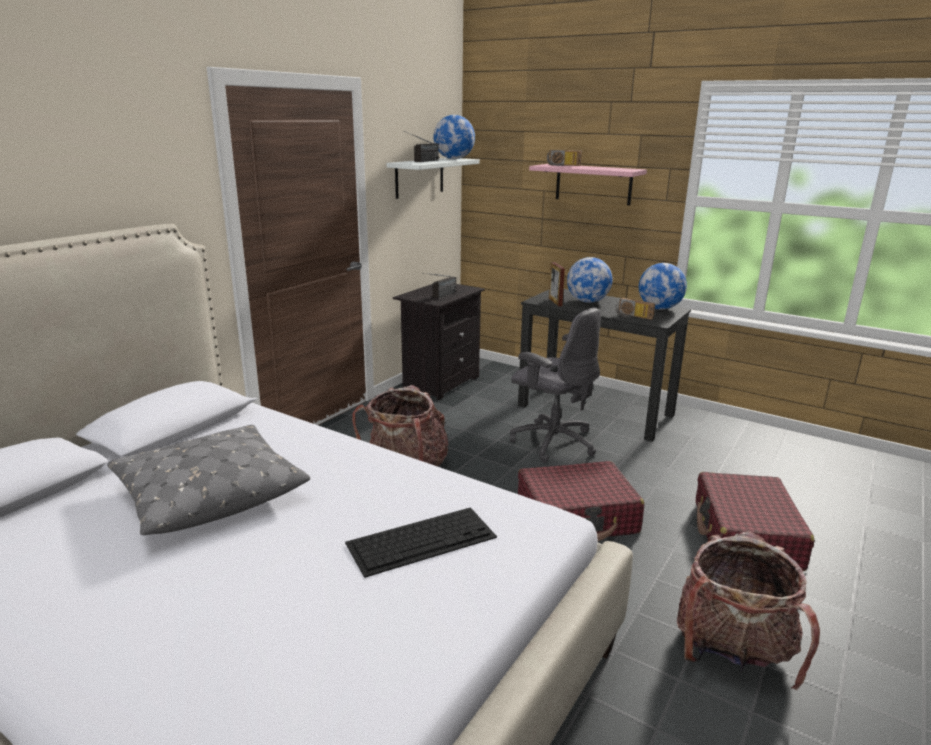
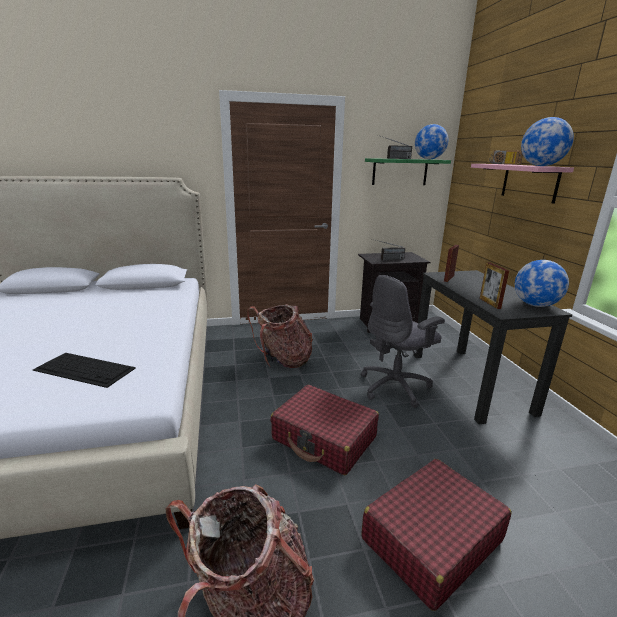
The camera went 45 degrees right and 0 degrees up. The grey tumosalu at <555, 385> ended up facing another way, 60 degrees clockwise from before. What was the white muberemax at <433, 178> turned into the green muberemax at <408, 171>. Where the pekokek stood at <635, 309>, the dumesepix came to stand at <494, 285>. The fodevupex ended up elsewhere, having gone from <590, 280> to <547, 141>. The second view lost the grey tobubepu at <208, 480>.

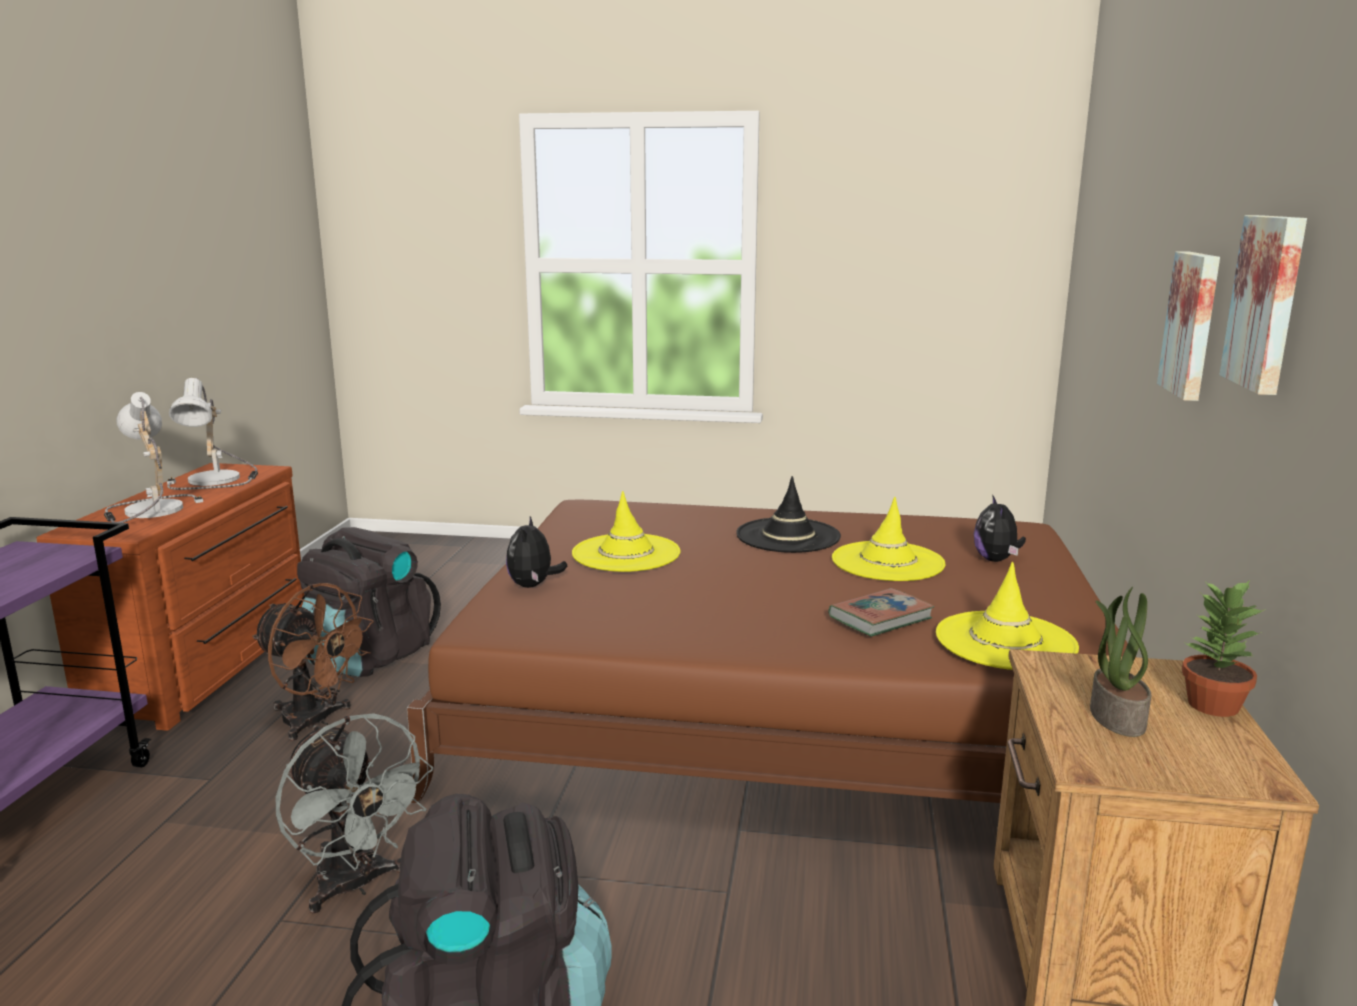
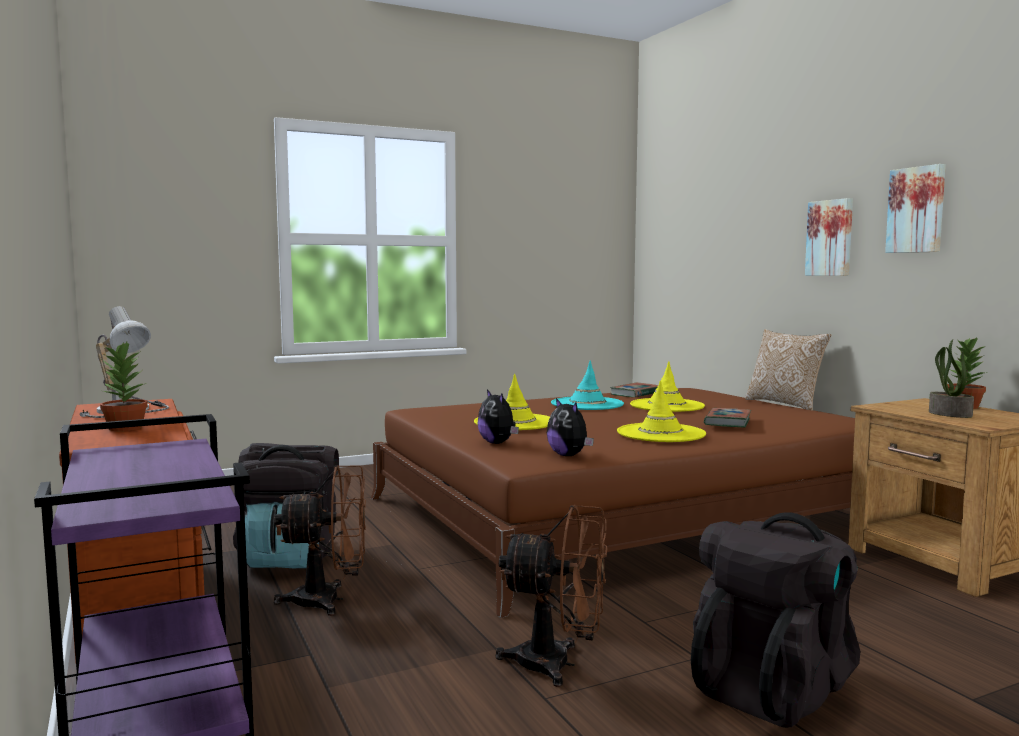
The camera went 35 degrees left and 10 degrees down. Where the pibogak stood at <153, 457>, the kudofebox came to stand at <124, 386>. What was the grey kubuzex at <354, 813> turned into the brown kubuzex at <551, 596>. The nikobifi ended up elsewhere, having gone from <1000, 528> to <570, 427>. What was the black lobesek at <788, 514> turned into the turquoise lobesek at <587, 385>. The second view gained the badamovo at <634, 389>. The yellow lobesek ended up elsewhere, having gone from <1007, 616> to <661, 411>. The second view gained the tobubepu at <788, 369>.

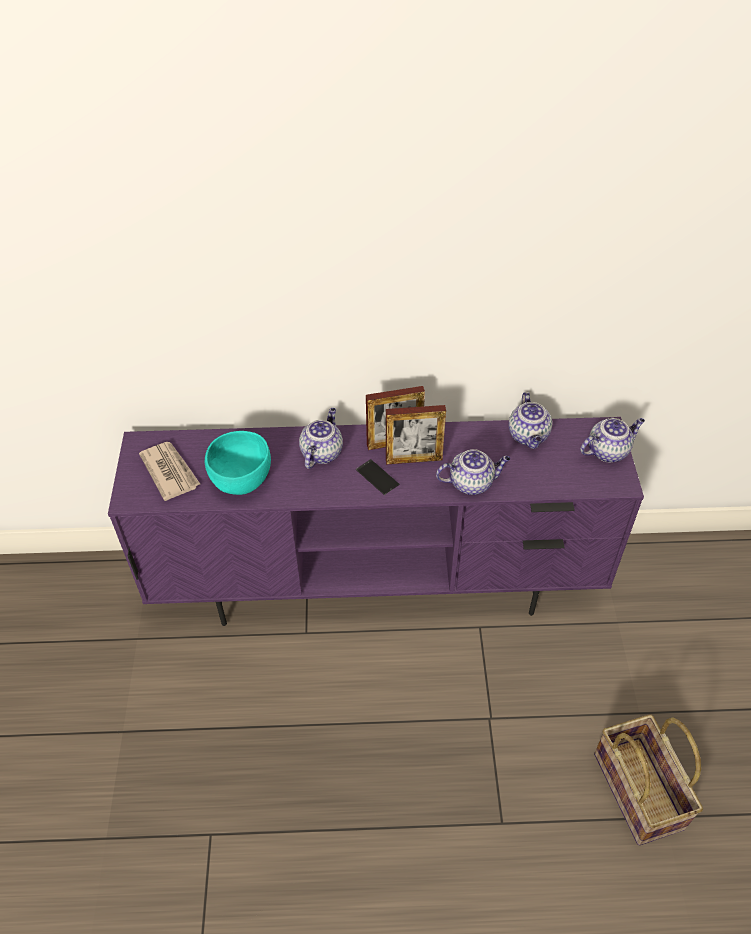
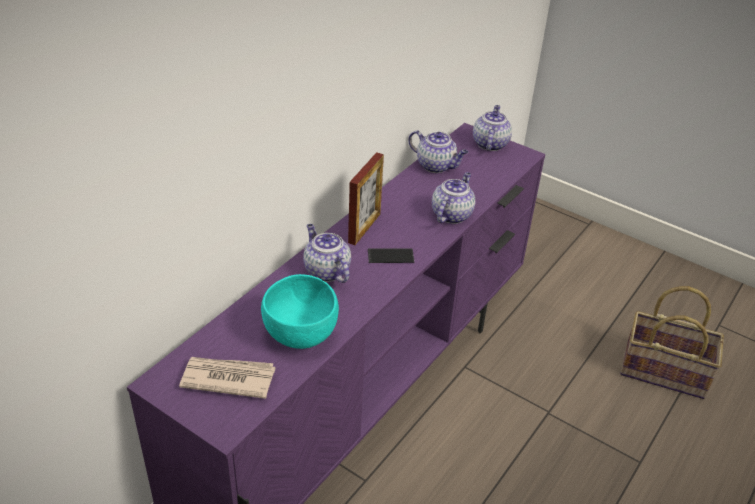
The camera went 55 degrees left and 10 degrees down. The second view lost the dumesepix at <416, 434>.

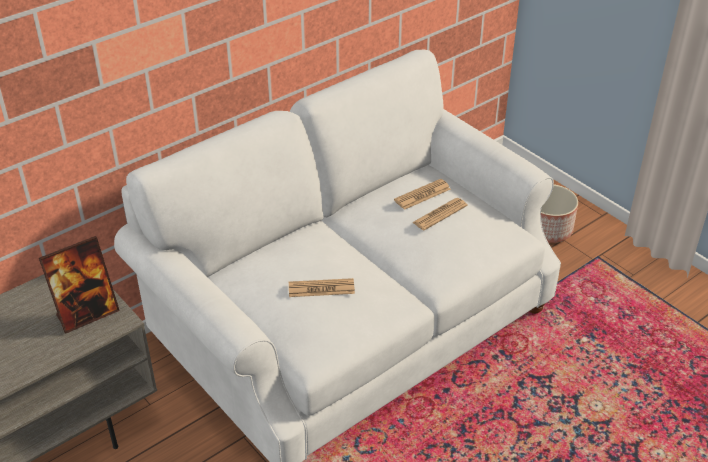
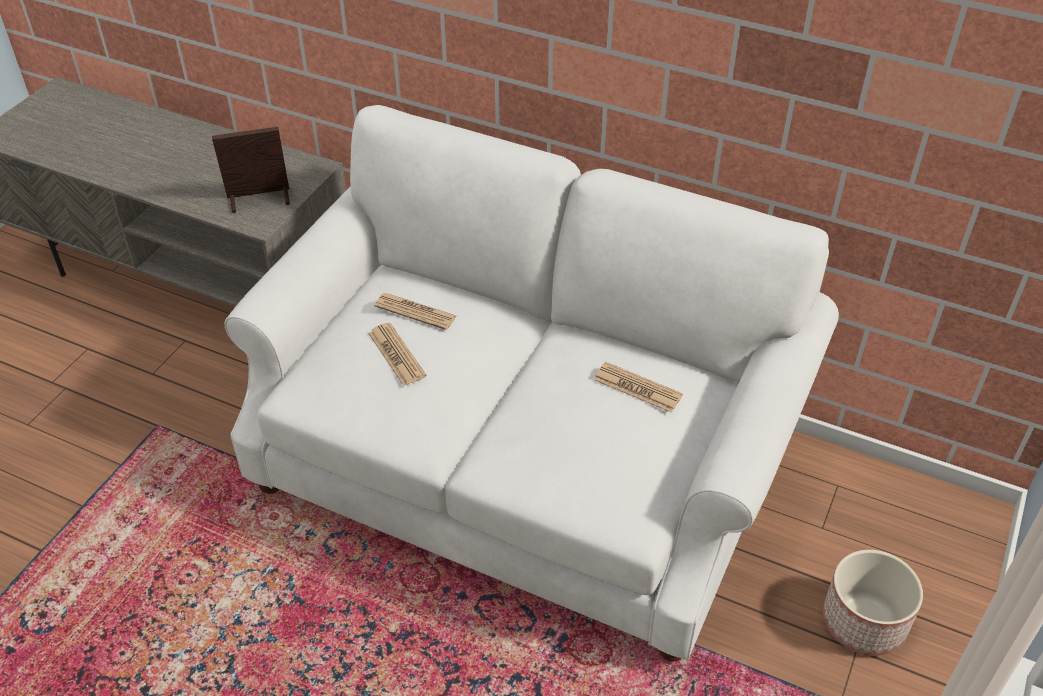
The camera went 65 degrees right and 5 degrees up. The dumesepix at <79, 285> ended up facing another way, 135 degrees clockwise from before. The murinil ended up elsewhere, having gone from <440, 214> to <415, 311>.

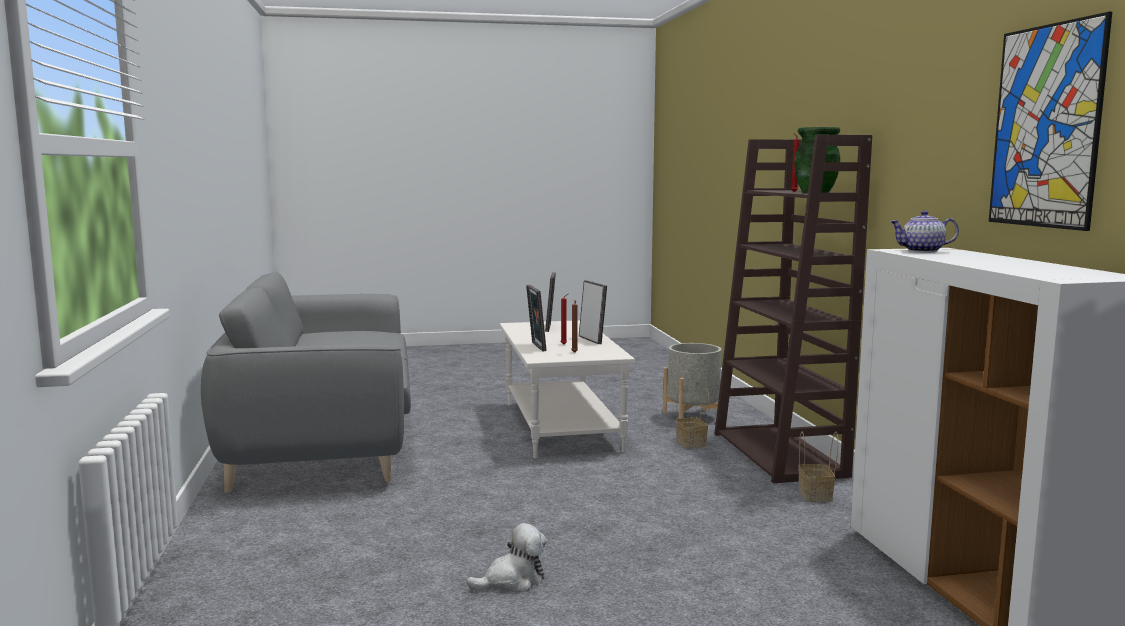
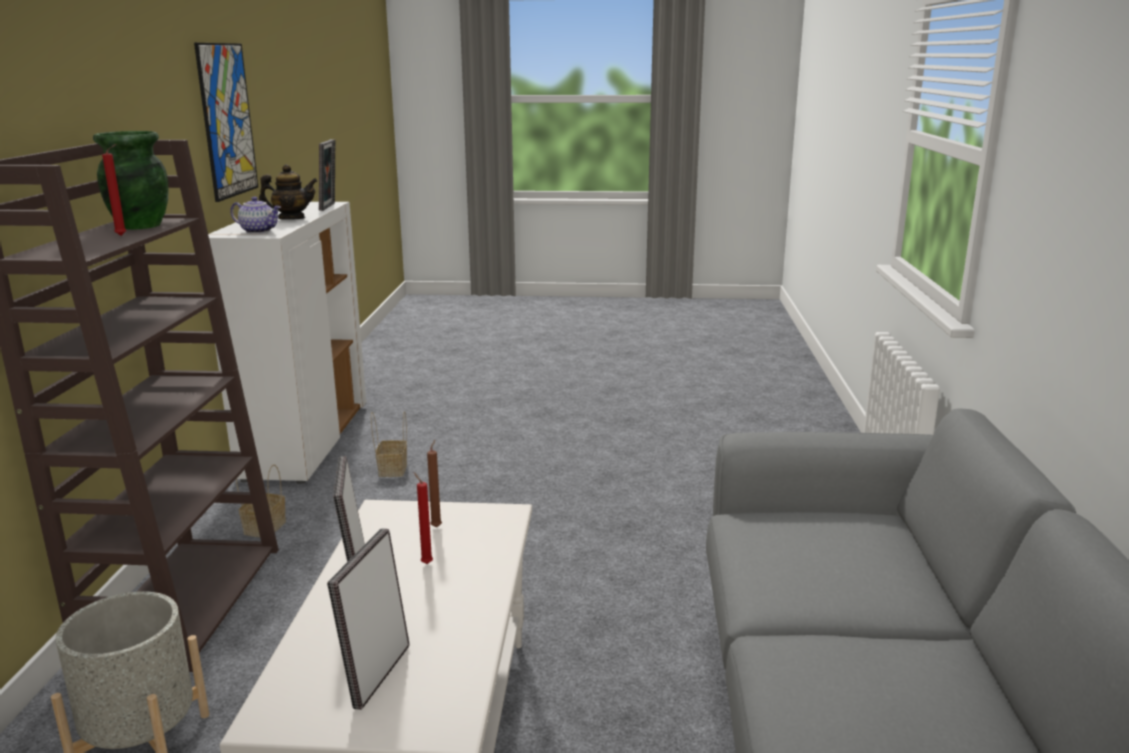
The camera went 165 degrees left and 10 degrees up. The second view gained the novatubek at <288, 192>. The dumesepix ended up elsewhere, having gone from <536, 318> to <327, 175>. The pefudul ended up elsewhere, having gone from <692, 418> to <389, 444>. The second view lost the nikobifi at <506, 557>.

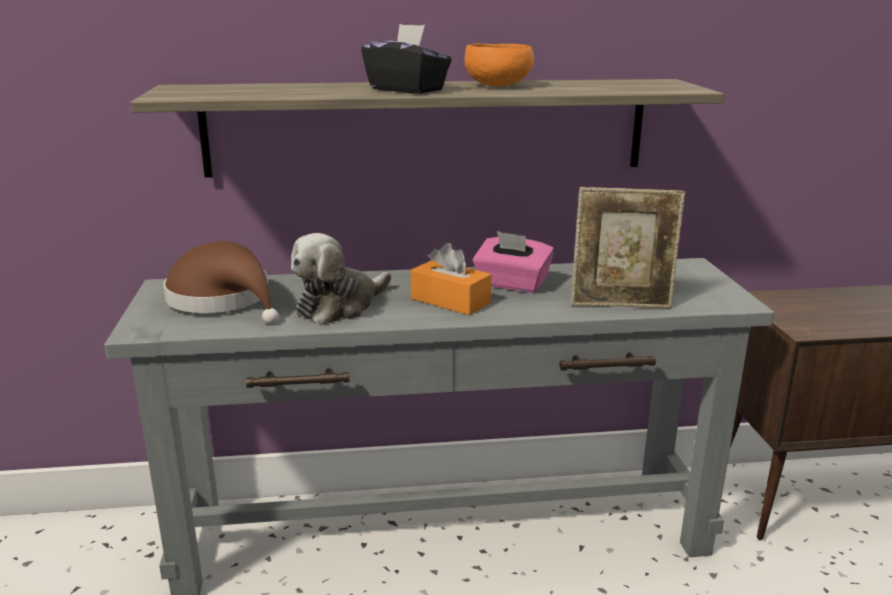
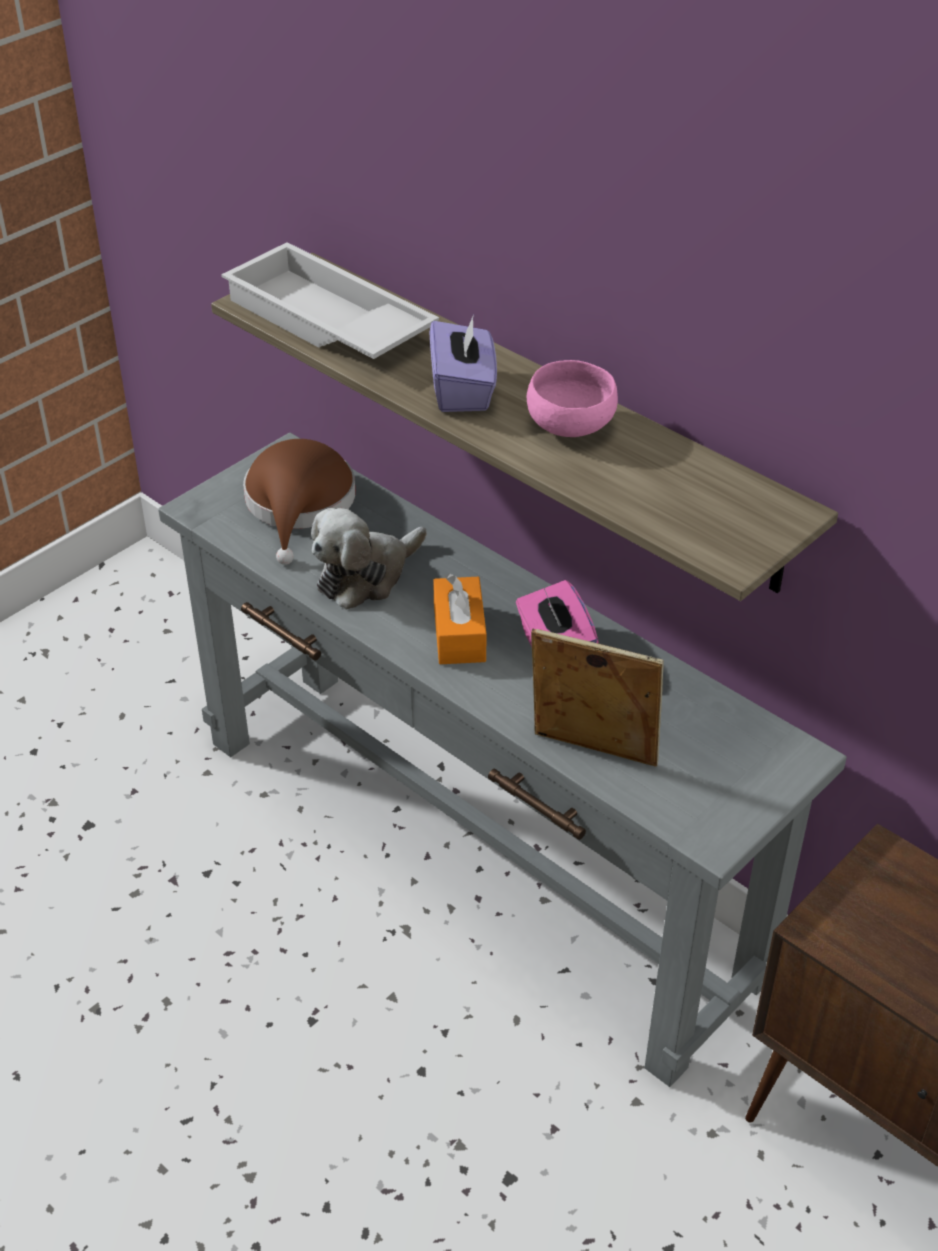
The camera went 50 degrees right and 20 degrees up. The second view gained the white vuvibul at <330, 300>. The nikobifi at <341, 279> ended up facing another way, 45 degrees counterclockwise from before. What was the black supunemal at <406, 59> turned into the purple supunemal at <463, 363>. What was the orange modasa at <499, 65> turned into the pink modasa at <572, 398>. The dumesepix at <628, 247> ended up facing another way, 150 degrees clockwise from before.

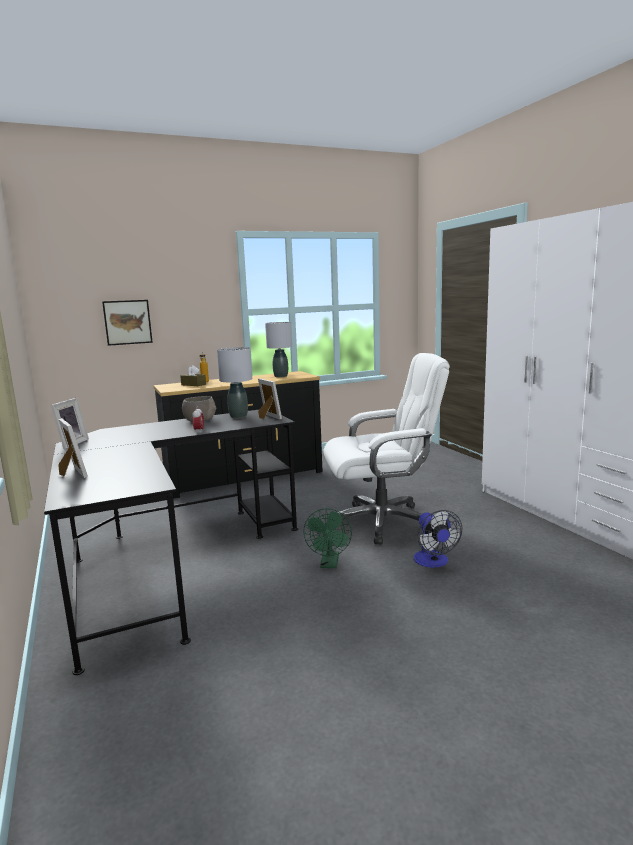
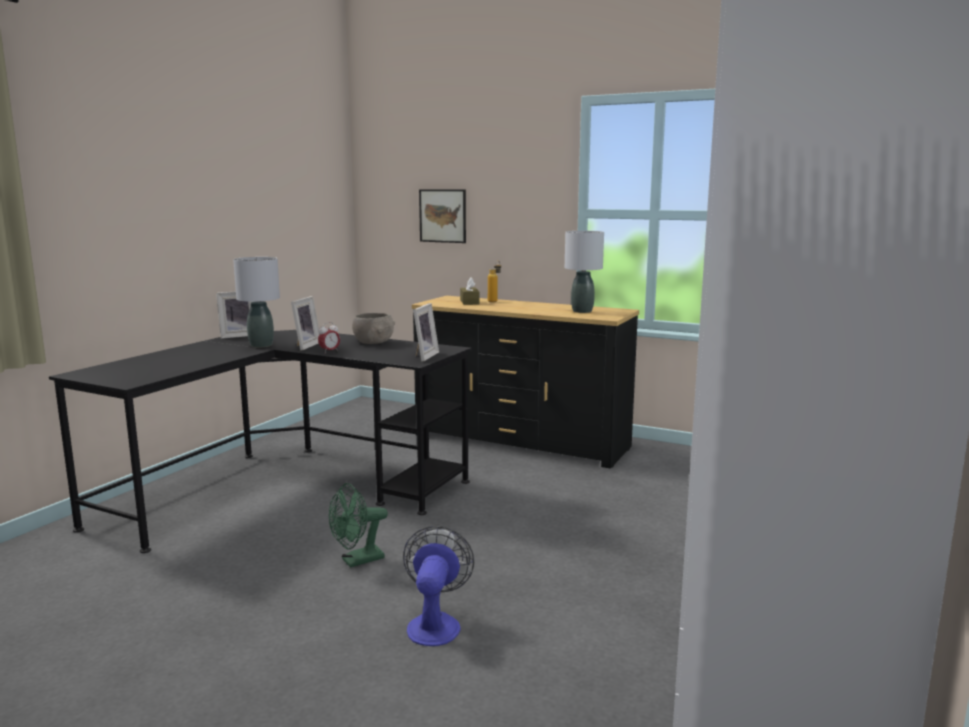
The camera went 50 degrees right and 0 degrees up. The grey pibogak ended up elsewhere, having gone from <234, 382> to <256, 302>. The dumesepix ended up elsewhere, having gone from <73, 448> to <305, 323>. The kubuzex at <438, 539> ended up facing another way, 150 degrees clockwise from before. The second view lost the white tumosalu at <387, 448>.

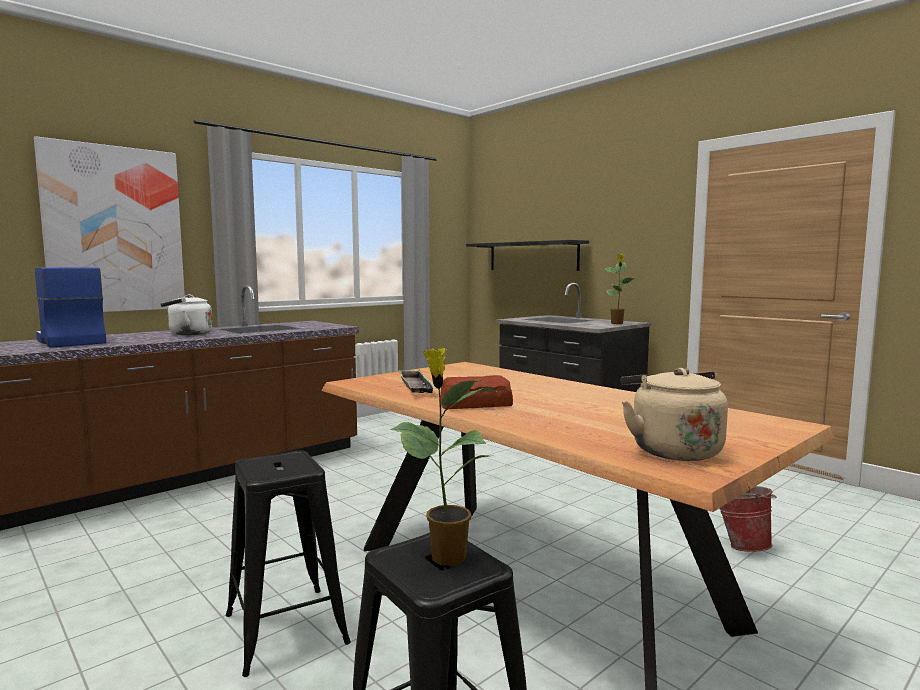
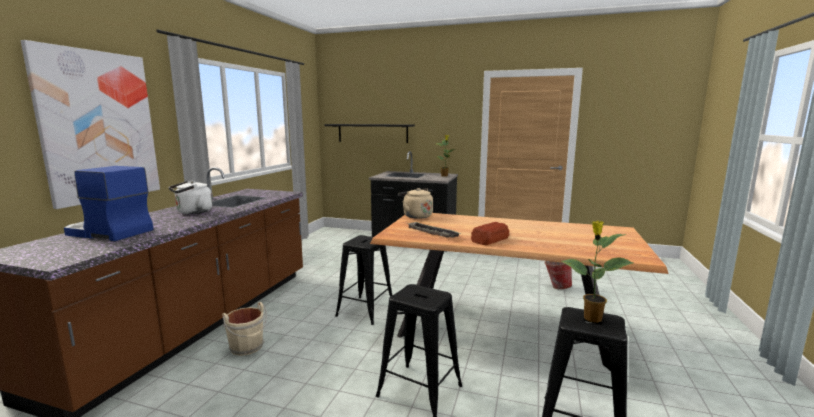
The camera went 30 degrees left and 5 degrees up. The second view gained the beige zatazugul at <244, 329>. The second view gained the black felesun at <363, 280>. The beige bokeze ended up elsewhere, having gone from <674, 414> to <415, 203>.

